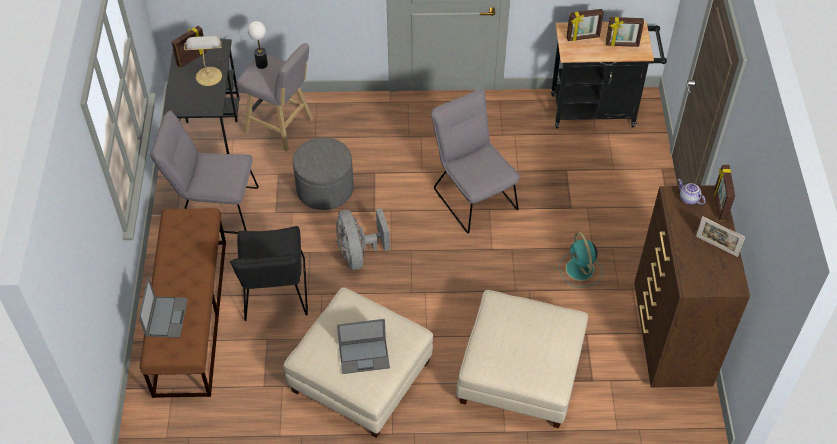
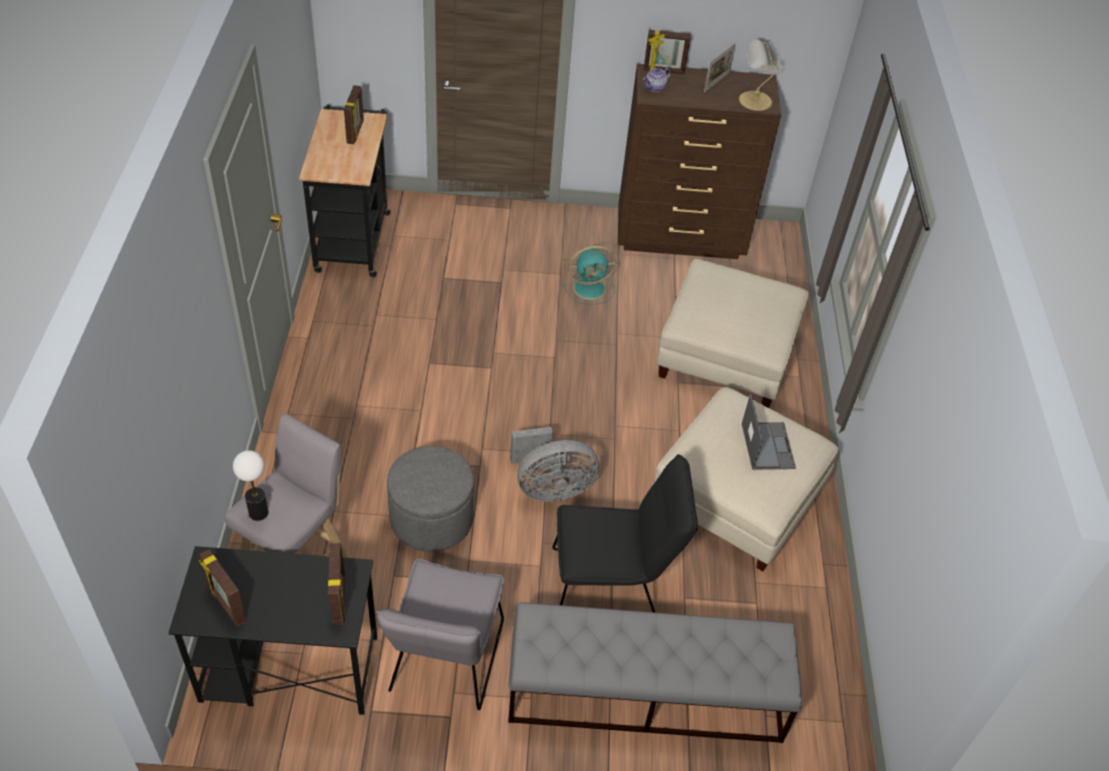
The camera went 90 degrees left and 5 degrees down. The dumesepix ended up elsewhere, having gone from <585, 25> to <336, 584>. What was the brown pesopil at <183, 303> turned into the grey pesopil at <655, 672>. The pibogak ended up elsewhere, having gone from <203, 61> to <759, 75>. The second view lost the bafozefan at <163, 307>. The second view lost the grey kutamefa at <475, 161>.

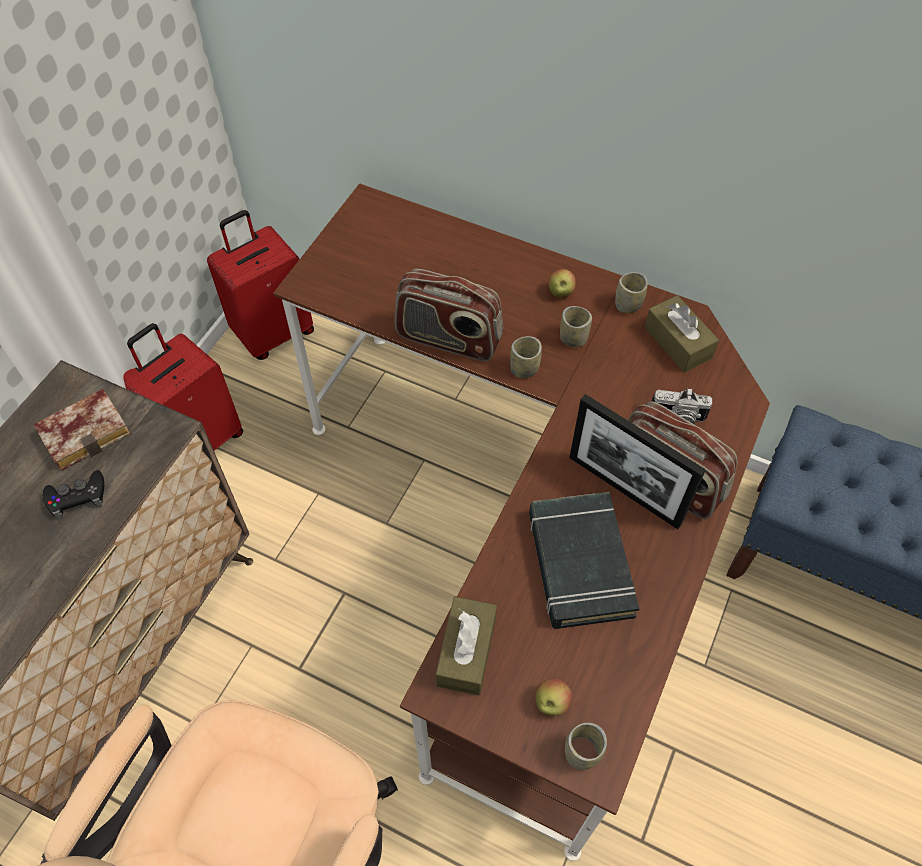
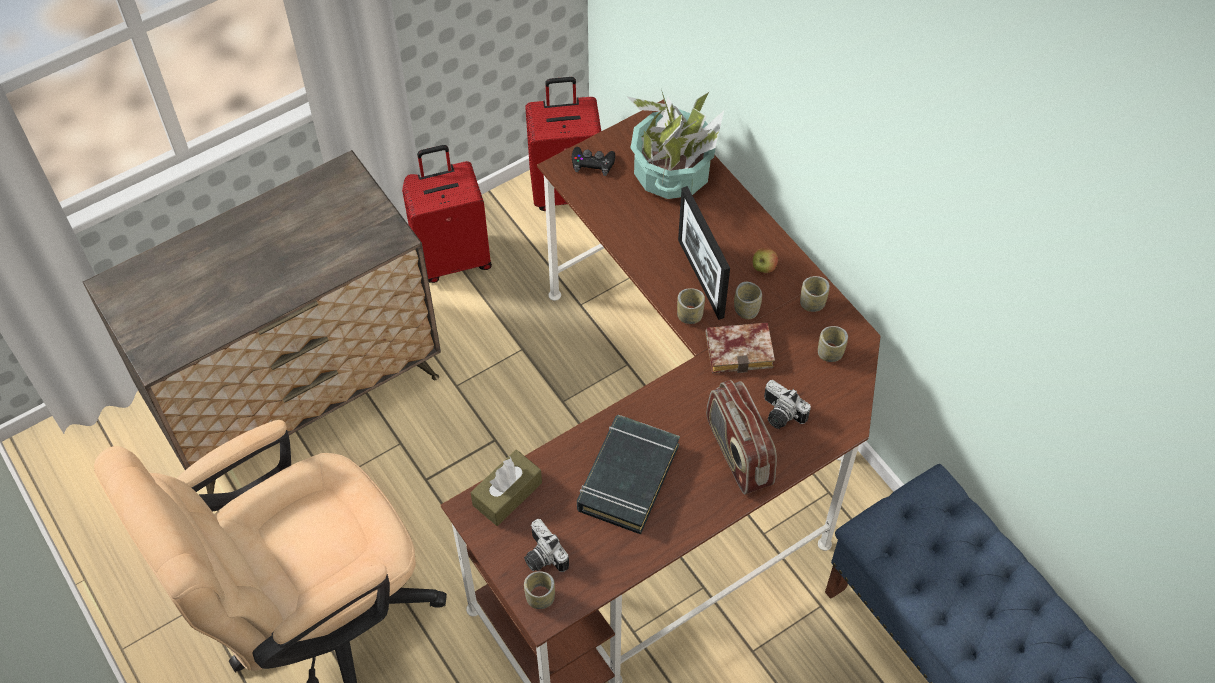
The camera went 30 degrees right and 0 degrees up. Where the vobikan stood at <554, 697>, the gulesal came to stand at <546, 545>. The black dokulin ended up elsewhere, having gone from <73, 494> to <593, 161>. The second view gained the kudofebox at <676, 144>. The dumesepix ended up elsewhere, having gone from <637, 461> to <704, 253>. The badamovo ended up elsewhere, having gone from <82, 430> to <740, 347>. Where the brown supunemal stood at <682, 333>, the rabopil came to stand at <833, 344>. The second view lost the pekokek at <448, 315>.

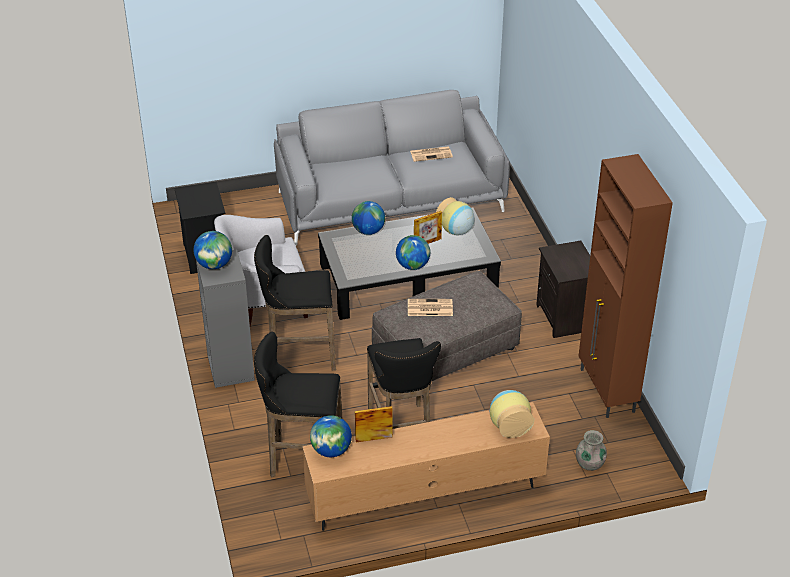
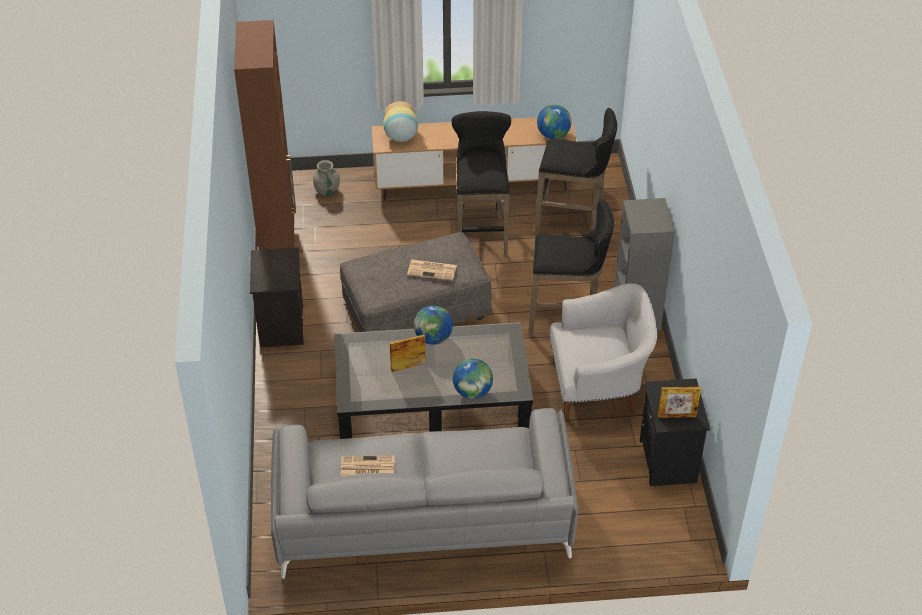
The camera went 170 degrees left and 5 degrees up. The dumesepix ended up elsewhere, having gone from <374, 424> to <679, 402>. The second view lost the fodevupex at <212, 250>. The second view lost the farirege at <455, 216>.

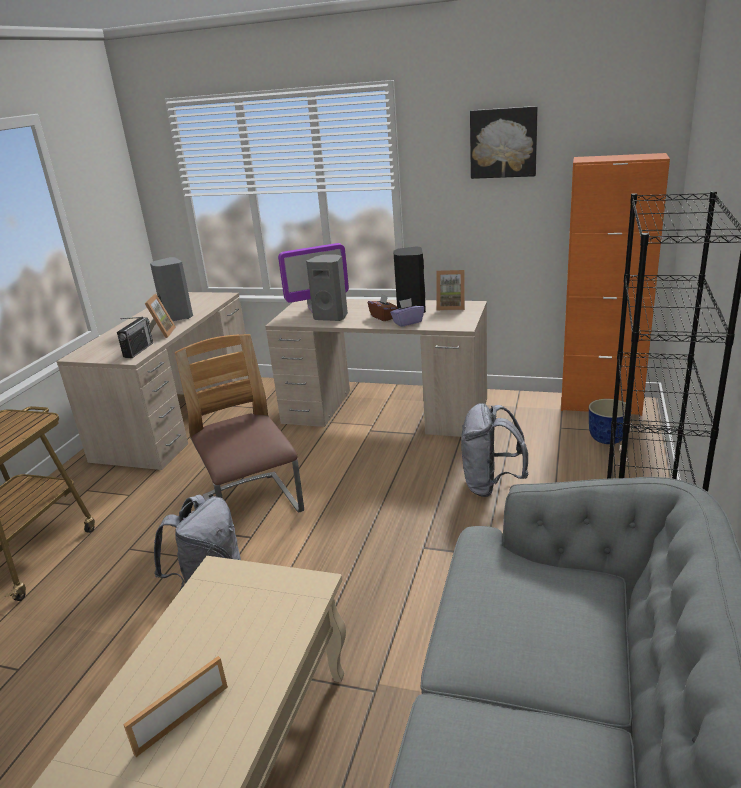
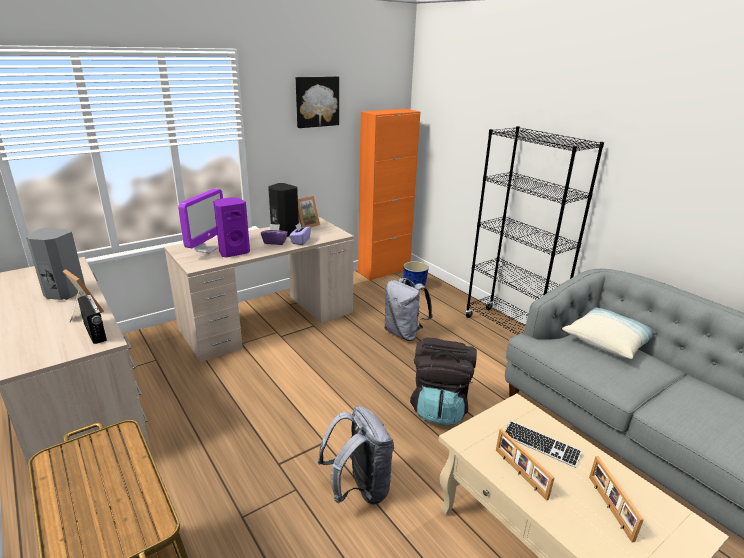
The camera went 55 degrees left and 0 degrees up. What was the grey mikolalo at <327, 288> turned into the purple mikolalo at <231, 227>. What was the brown supunemal at <383, 307> turned into the purple supunemal at <274, 234>. The second view gained the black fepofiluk at <443, 381>. The second view gained the dumesepix at <525, 465>. The second view gained the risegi at <543, 444>. The second view gained the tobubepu at <609, 333>. The second view lost the kutamefa at <239, 423>.

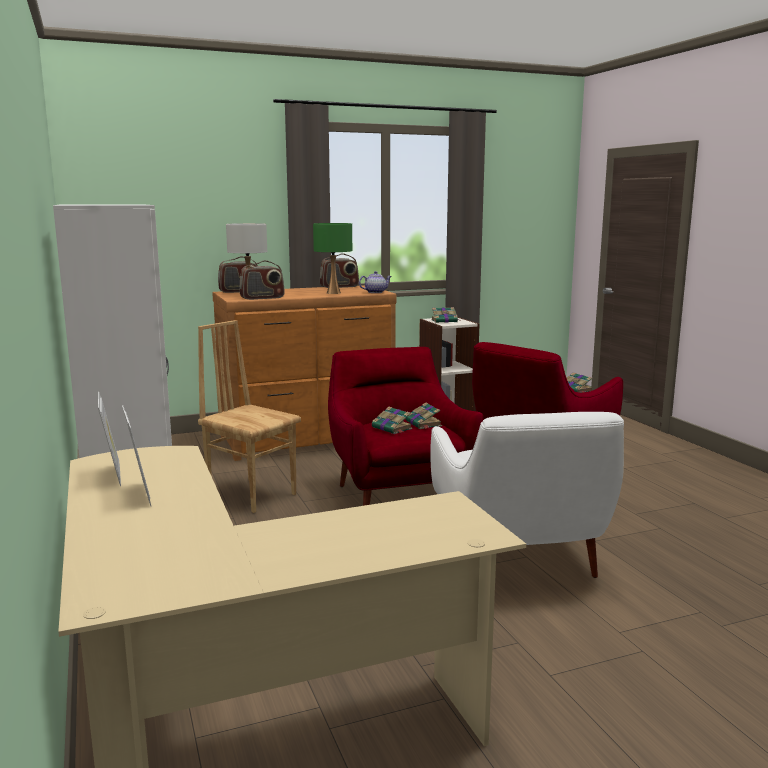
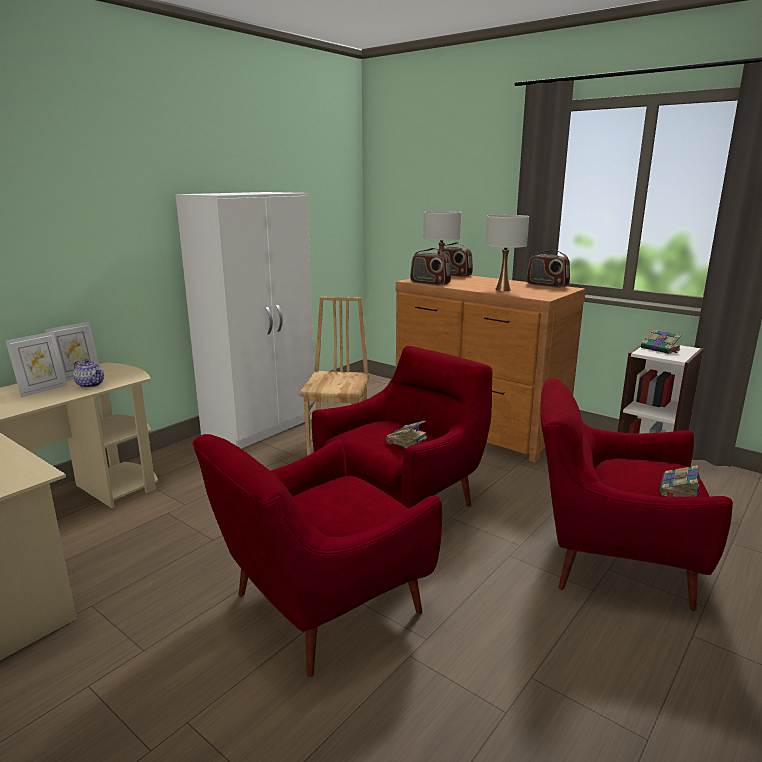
The camera went 60 degrees right and 5 degrees up. The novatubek ended up elsewhere, having gone from <375, 282> to <88, 373>. What was the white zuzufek at <527, 495> turned into the red zuzufek at <317, 555>. What was the green pibogak at <332, 258> turned into the white pibogak at <507, 253>. The second view lost the badamovo at <392, 420>.

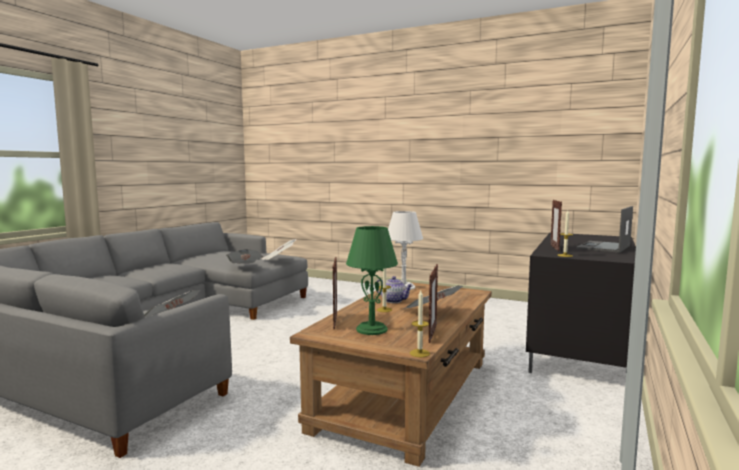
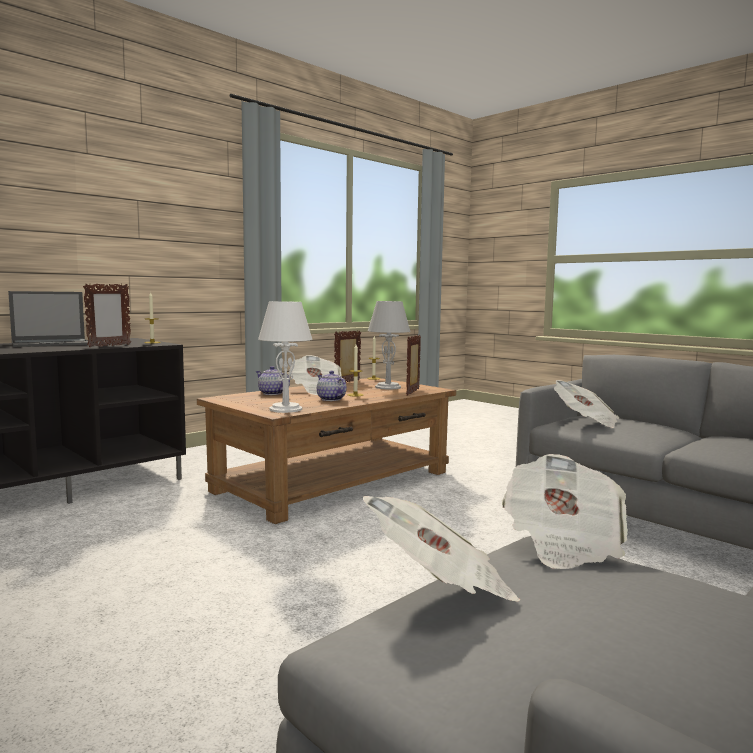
The camera went 160 degrees left and 0 degrees up. The second view gained the novatubek at <273, 380>. What was the green pibogak at <372, 280> turned into the grey pibogak at <389, 345>.

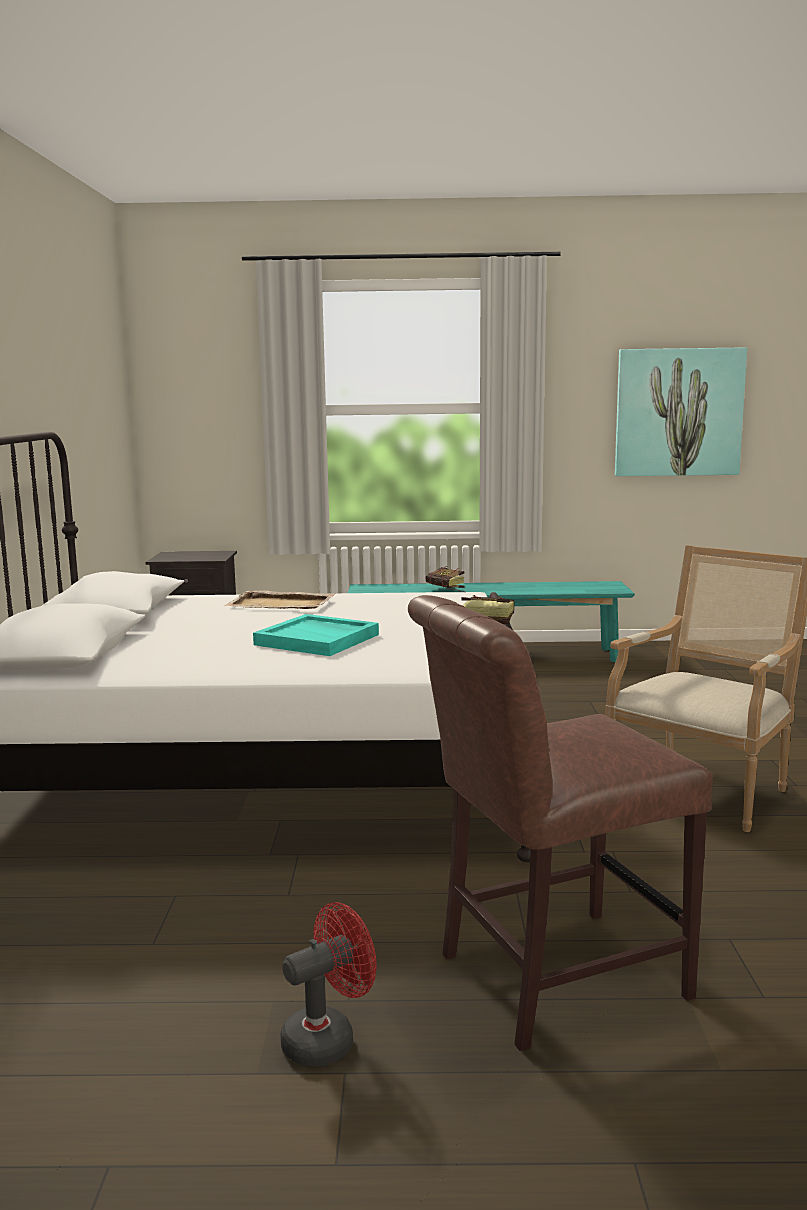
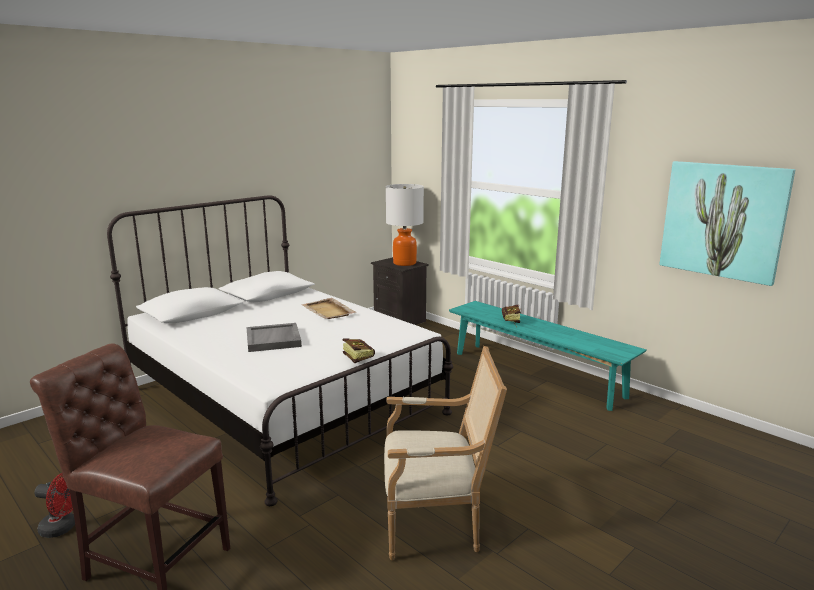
The camera went 45 degrees right and 5 degrees up. What was the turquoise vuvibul at <316, 635> turned into the grey vuvibul at <274, 337>. The second view gained the pibogak at <405, 225>.

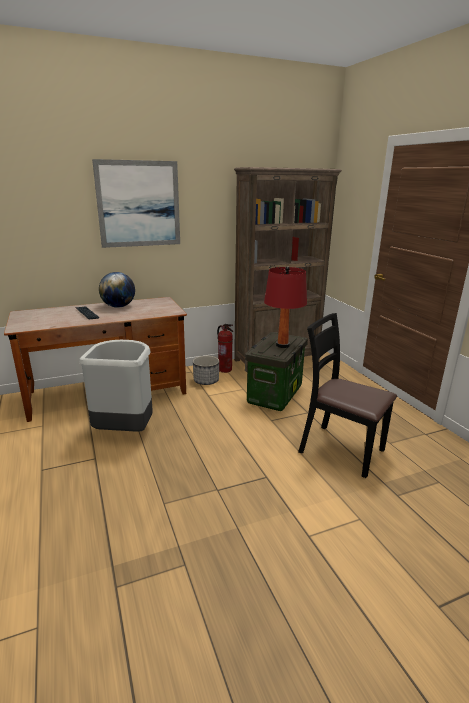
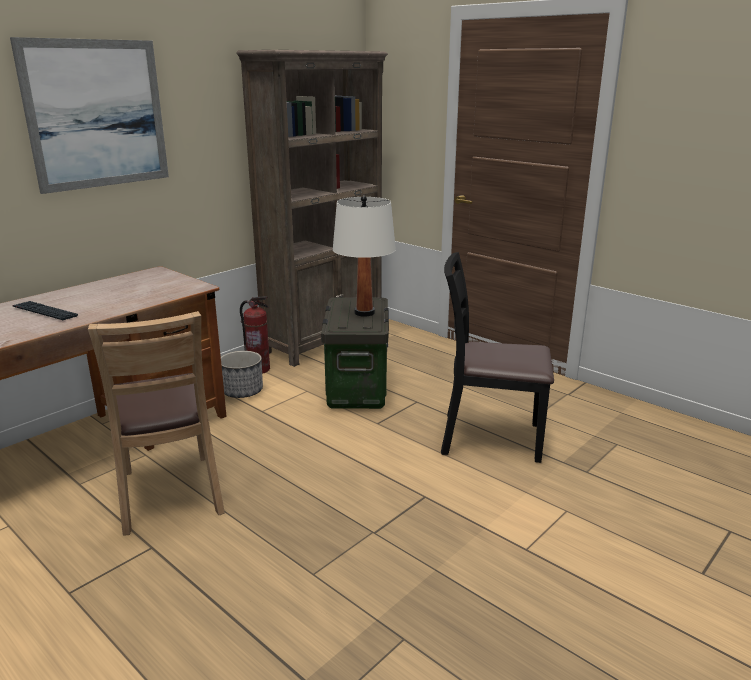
The camera went 25 degrees left and 0 degrees up. Where the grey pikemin stood at <116, 386>, the brown kutamefa came to stand at <156, 423>. What was the red pibogak at <285, 307> turned into the white pibogak at <364, 256>. The second view lost the fodevupex at <117, 290>.

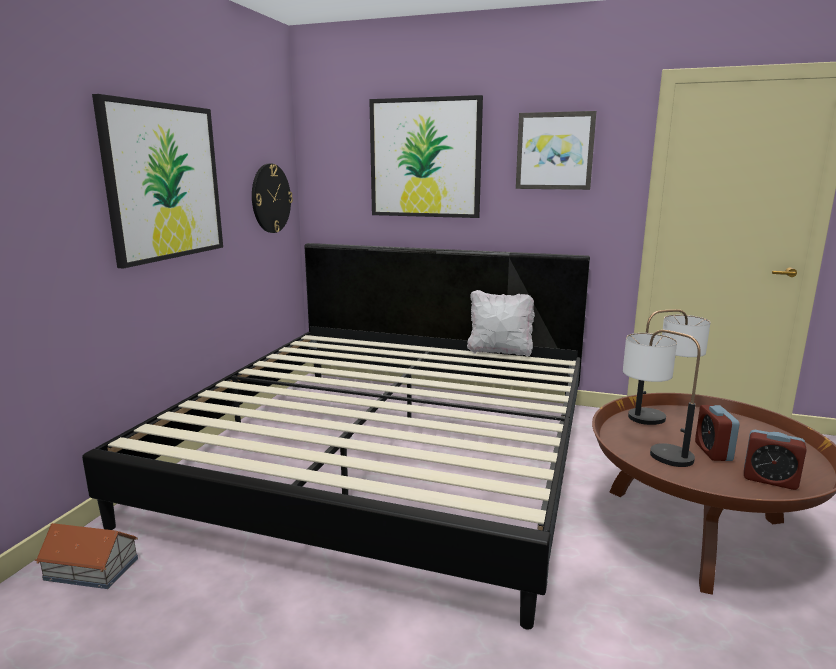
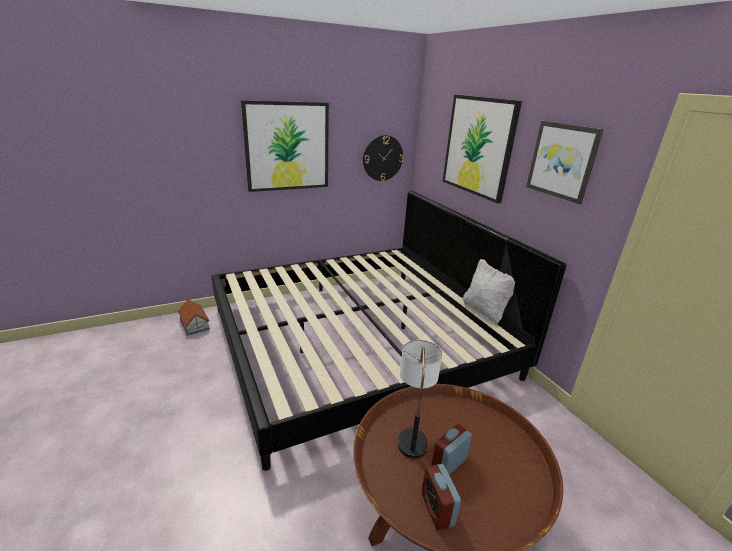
The camera went 45 degrees right and 10 degrees up. The second view lost the pibogak at <669, 367>.

